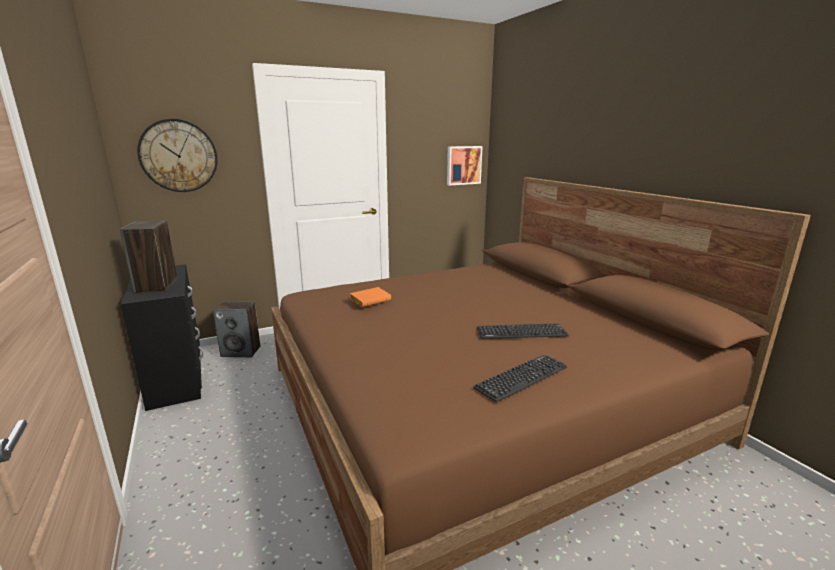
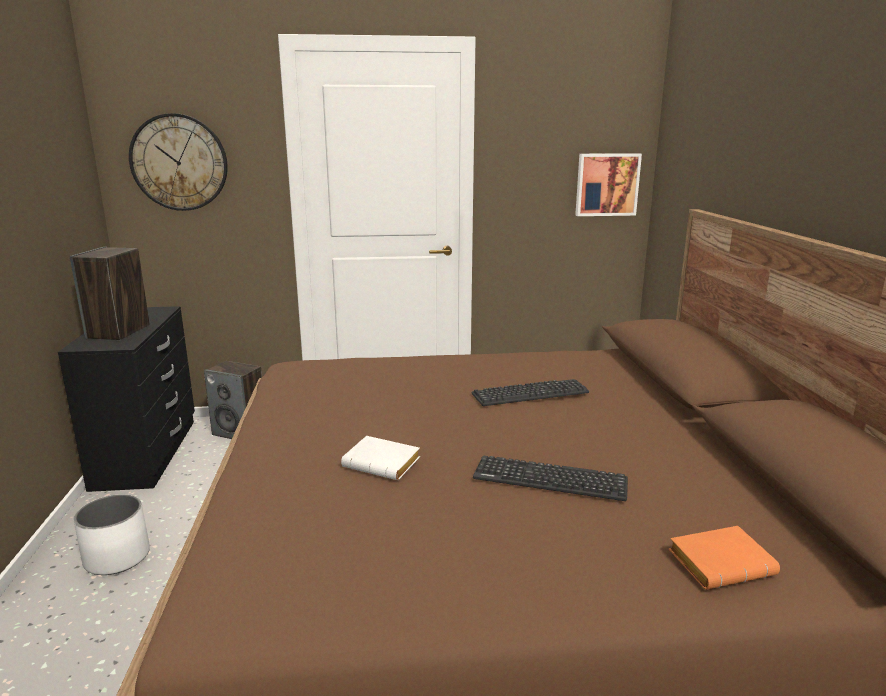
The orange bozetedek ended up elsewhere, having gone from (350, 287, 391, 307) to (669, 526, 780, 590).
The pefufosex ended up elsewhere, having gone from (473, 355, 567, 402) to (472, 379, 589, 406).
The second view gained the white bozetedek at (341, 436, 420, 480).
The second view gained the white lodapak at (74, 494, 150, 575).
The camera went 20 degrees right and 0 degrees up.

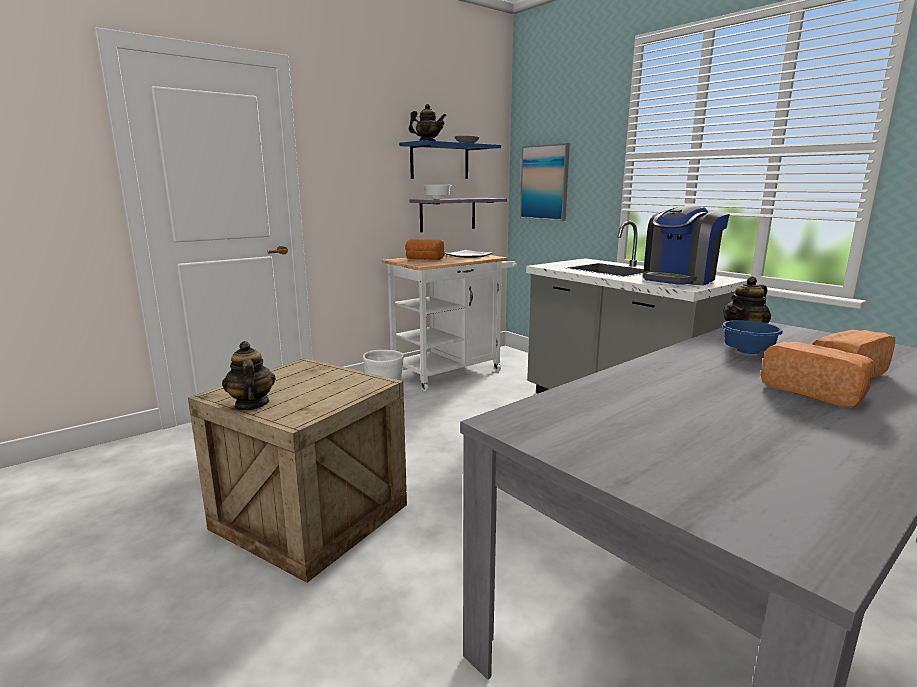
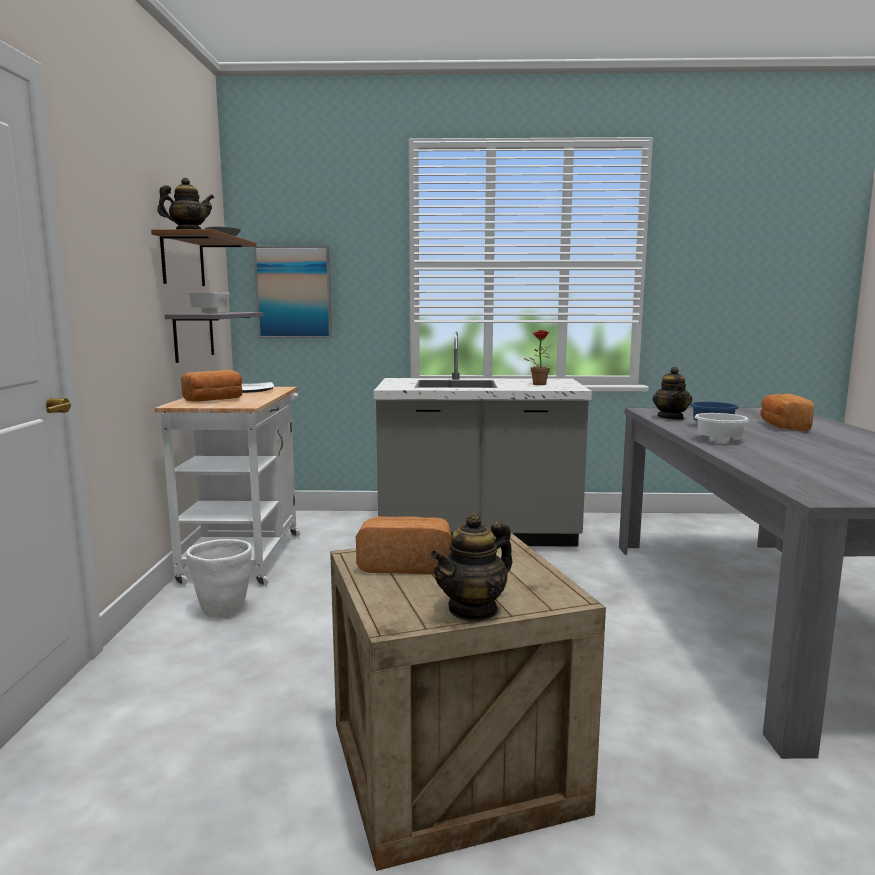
What was the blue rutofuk at (399, 140, 501, 179) turned into the brown rutofuk at (151, 229, 257, 286).
Where the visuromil stood at (643, 205, 730, 285), the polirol came to stand at (524, 330, 552, 385).
The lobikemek at (222, 341, 276, 411) ended up facing another way, 60 degrees counterclockwise from before.
The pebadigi ended up elsewhere, having gone from (761, 342, 876, 407) to (356, 516, 451, 575).
The second view gained the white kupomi at (695, 413, 749, 442).
The camera went 50 degrees left and 5 degrees down.

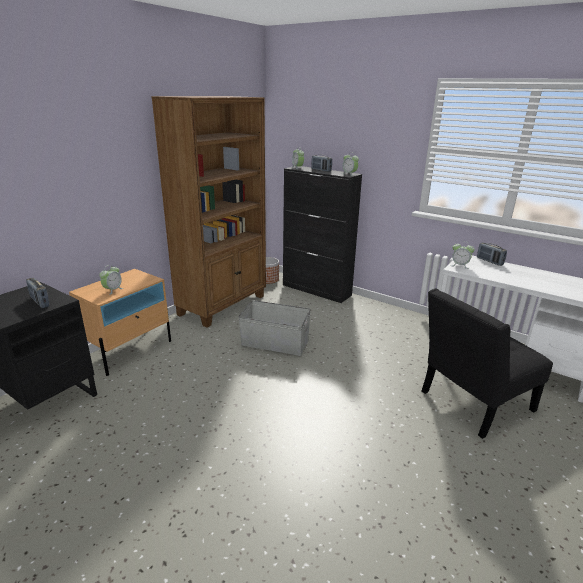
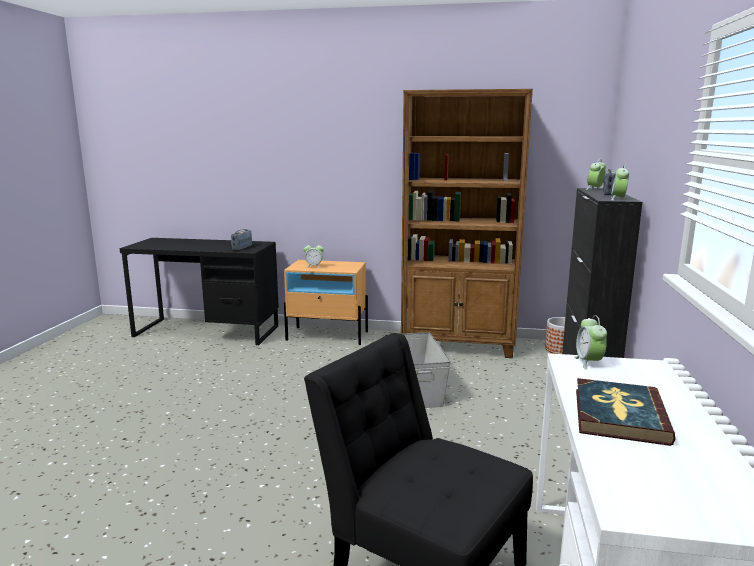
The second view lost the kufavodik at (477, 243, 507, 266).
The second view gained the bozetedek at (576, 378, 675, 446).
The camera went 65 degrees right and 10 degrees down.

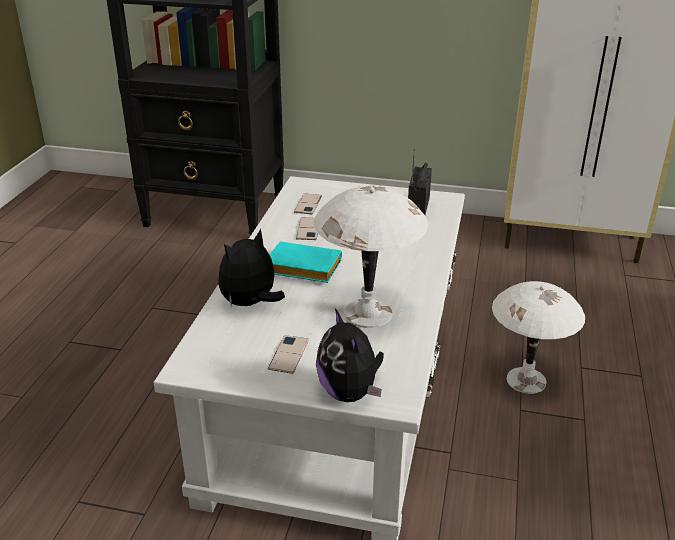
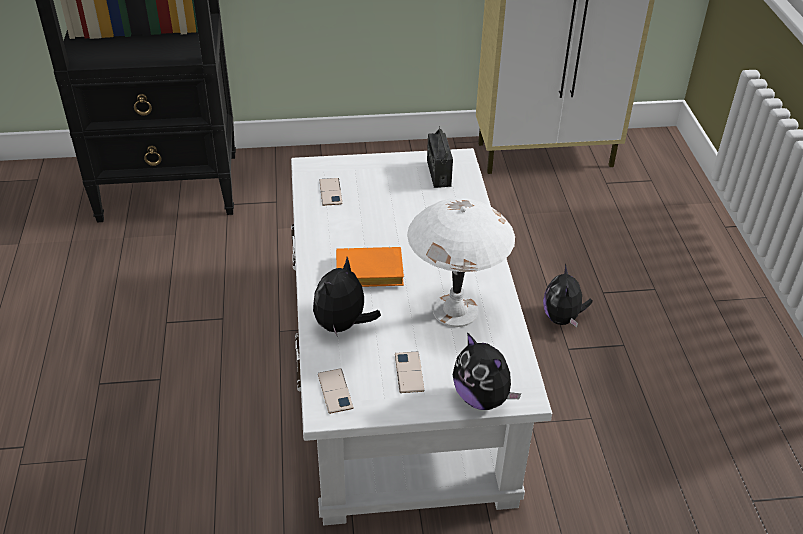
The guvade ended up elsewhere, having gone from (296, 217, 318, 240) to (318, 369, 353, 414).
What was the turquoise bozetedek at (270, 242, 342, 283) turned into the orange bozetedek at (336, 247, 404, 287).
Where the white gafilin stood at (492, 281, 585, 394), the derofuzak came to stand at (543, 264, 593, 327).
The camera went 20 degrees left and 10 degrees up.

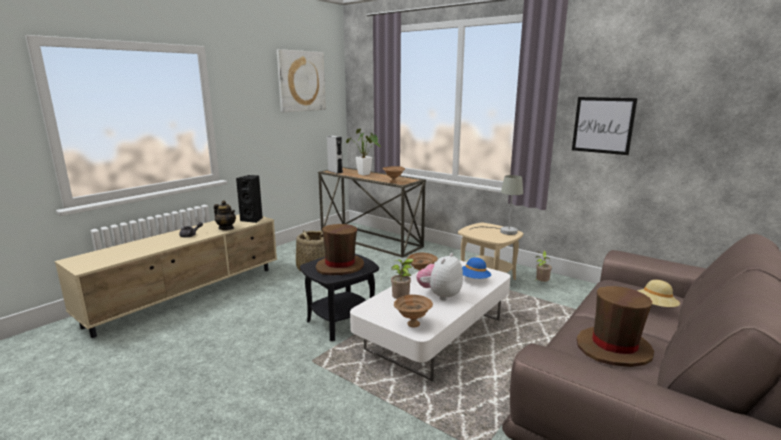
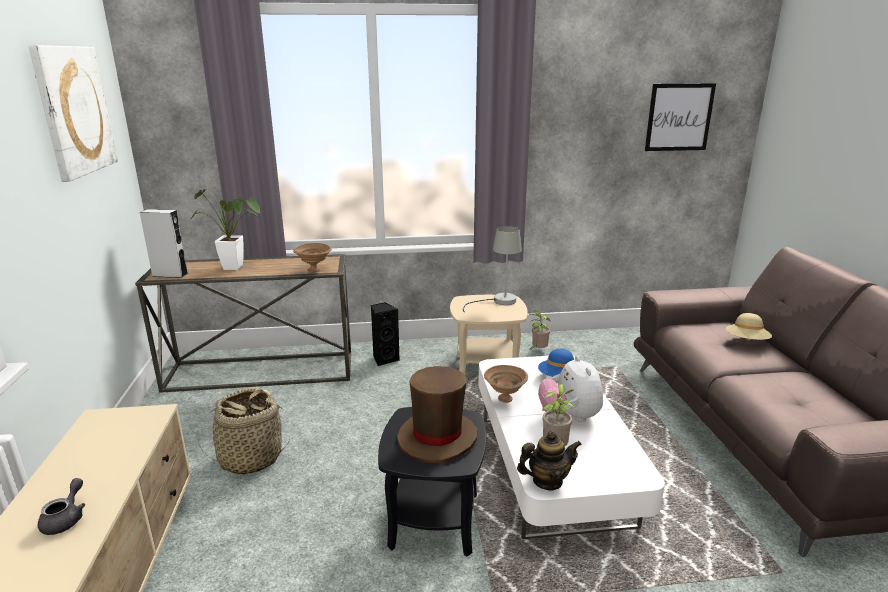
The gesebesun ended up elsewhere, having gone from (572, 97, 638, 155) to (645, 83, 716, 151).
The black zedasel ended up elsewhere, having gone from (236, 175, 263, 223) to (371, 302, 400, 366).
The lobikemek ended up elsewhere, having gone from (214, 201, 236, 230) to (517, 431, 582, 491).
The second view lost the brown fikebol at (577, 286, 654, 367).
The second view lost the brown kupomi at (394, 295, 433, 328).
The camera went 45 degrees left and 5 degrees up.

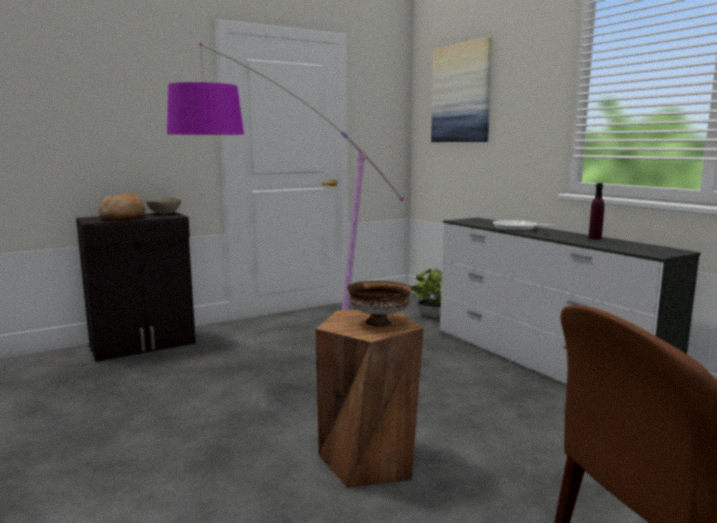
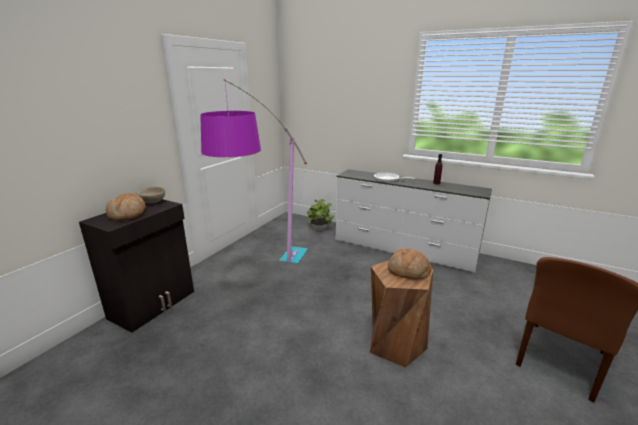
The second view lost the gesebesun at (431, 37, 493, 142).
Where the brown kupomi stood at (347, 281, 412, 327), the pebadigi came to stand at (388, 248, 431, 280).
The camera went 30 degrees left and 10 degrees up.

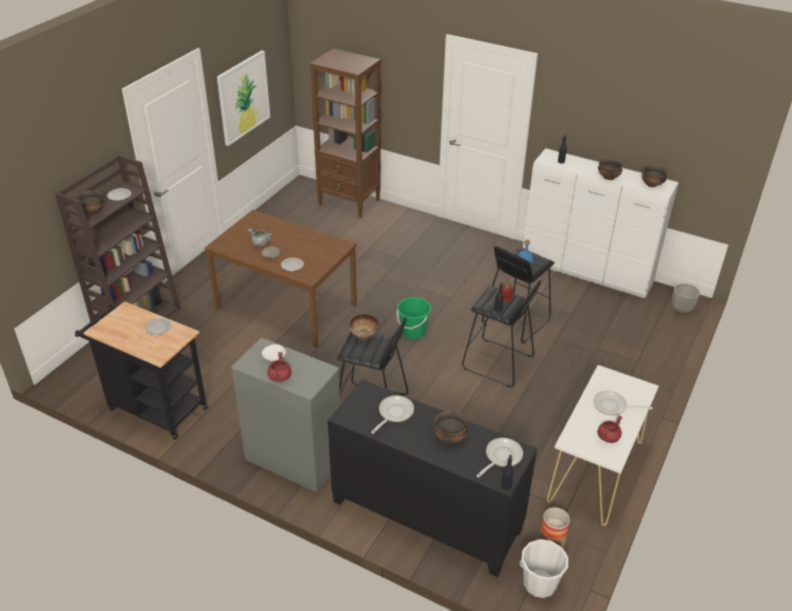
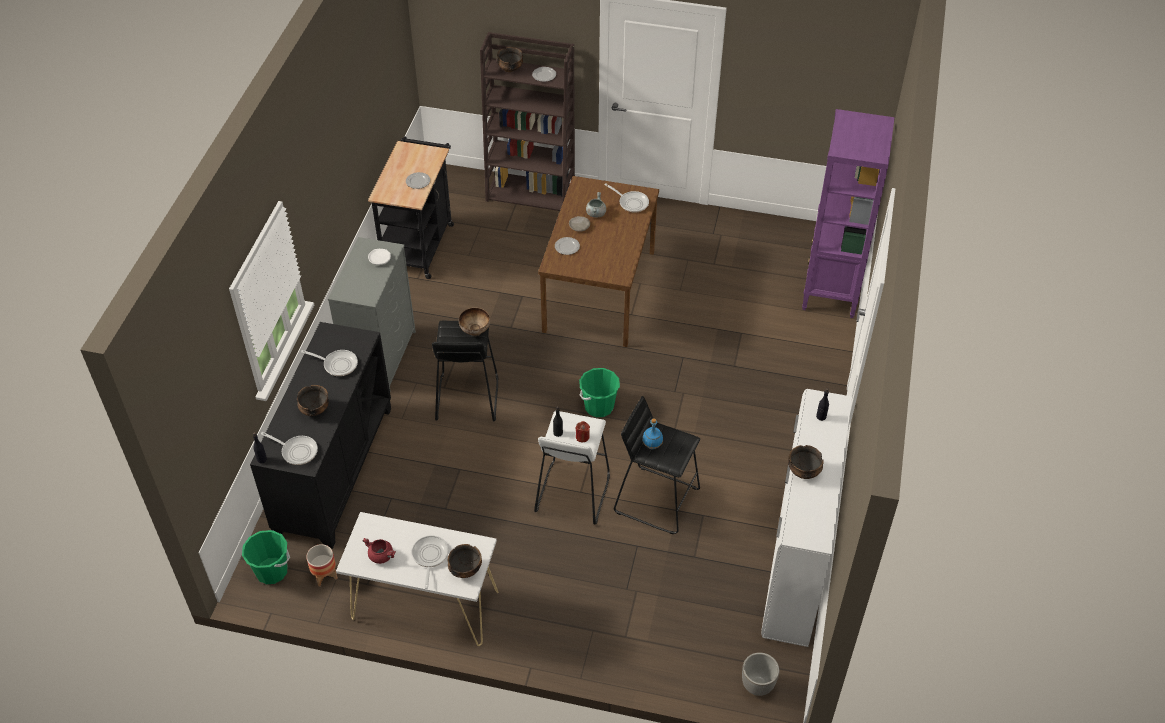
What was the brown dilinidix at (310, 48, 381, 218) turned into the purple dilinidix at (802, 109, 895, 318).
The second view lost the gesebesun at (217, 50, 270, 146).
The kupomi ended up elsewhere, having gone from (642, 165, 668, 187) to (448, 544, 482, 578).
What was the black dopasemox at (462, 280, 541, 387) turned into the white dopasemox at (534, 411, 610, 524).
The second view lost the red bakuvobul at (268, 352, 291, 382).
What was the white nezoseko at (520, 539, 568, 598) turned into the green nezoseko at (242, 530, 290, 584).
The second view gained the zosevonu at (604, 183, 649, 213).
The camera went 75 degrees right and 10 degrees up.

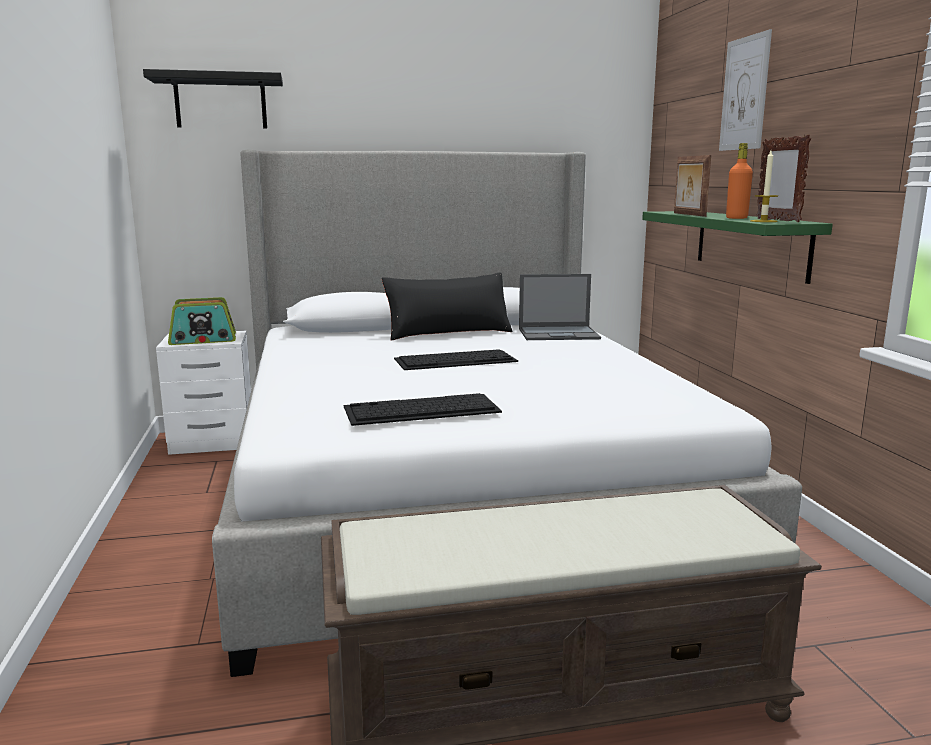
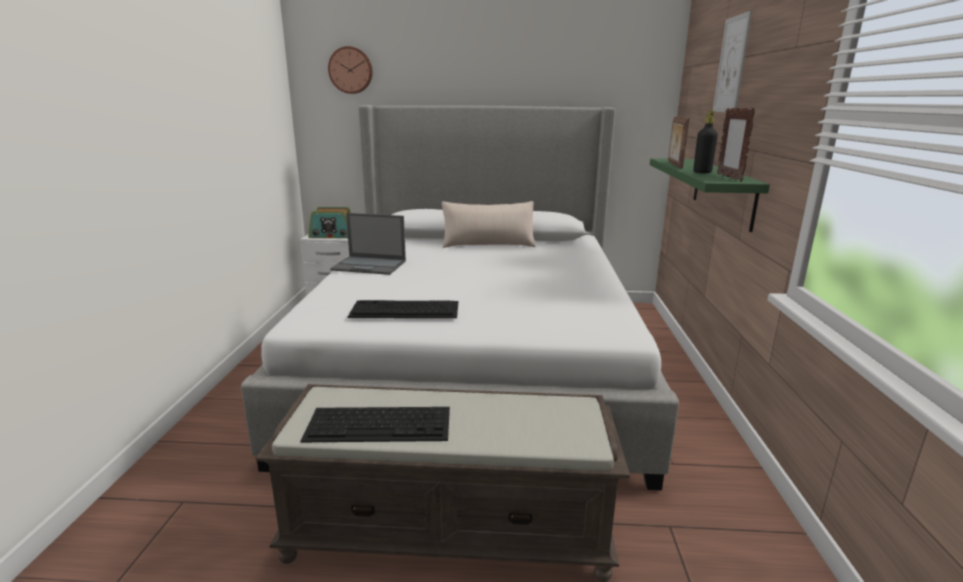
Where the black rutofuk hung at (143, 69, 283, 129), the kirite came to hang at (328, 46, 373, 94).
What was the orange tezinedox at (726, 143, 753, 219) turned into the black tezinedox at (693, 110, 718, 173).
The second view lost the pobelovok at (750, 151, 778, 222).
What was the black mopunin at (382, 272, 513, 340) turned into the beige mopunin at (442, 201, 536, 248).
The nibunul ended up elsewhere, having gone from (519, 274, 601, 340) to (330, 213, 406, 275).
The pefufosex ended up elsewhere, having gone from (394, 349, 518, 370) to (301, 407, 450, 442).
The camera went 15 degrees right and 5 degrees up.

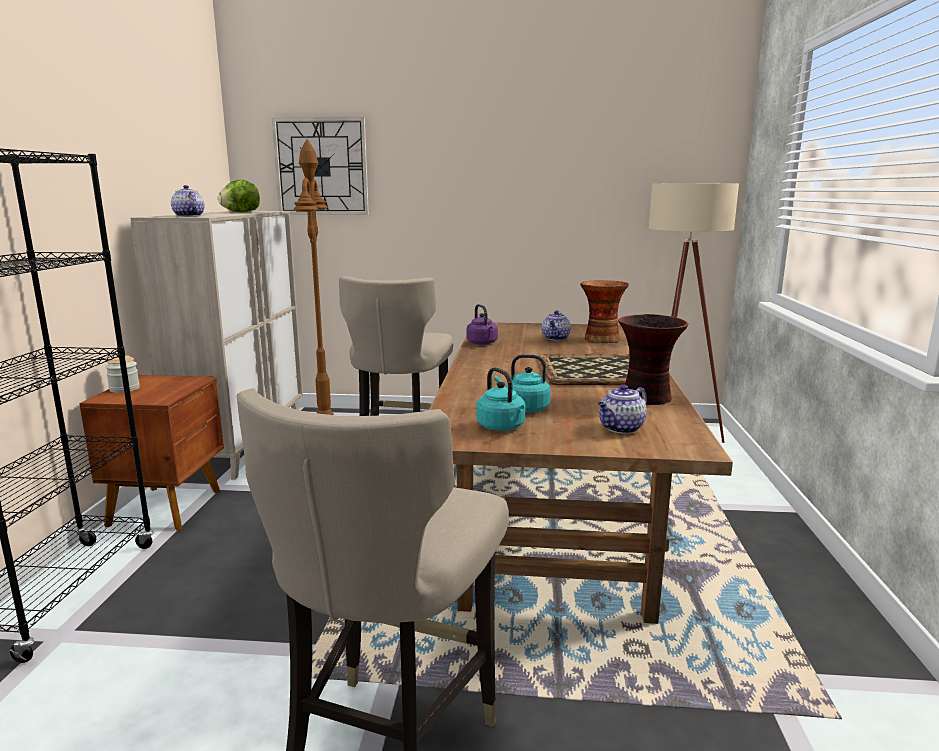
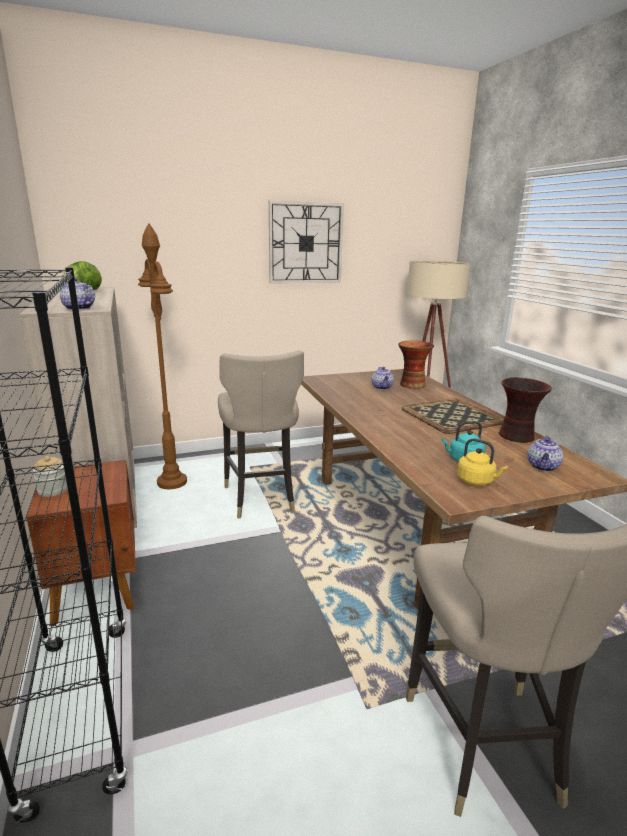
The kirite ended up elsewhere, having gone from (272, 117, 369, 215) to (269, 201, 344, 284).
The second view lost the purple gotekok at (467, 304, 498, 345).
What was the turquoise gotekok at (476, 367, 526, 431) turned into the yellow gotekok at (457, 438, 508, 486).
The camera went 25 degrees left and 5 degrees up.

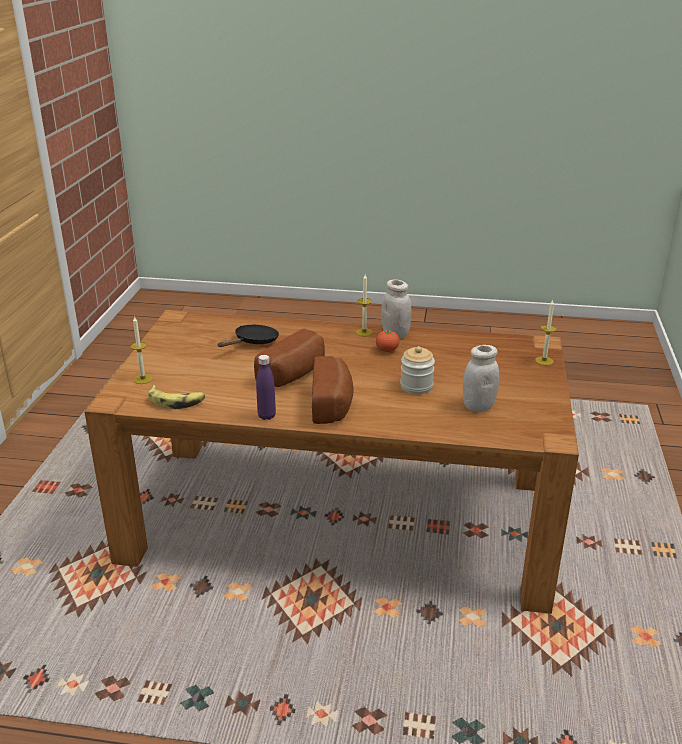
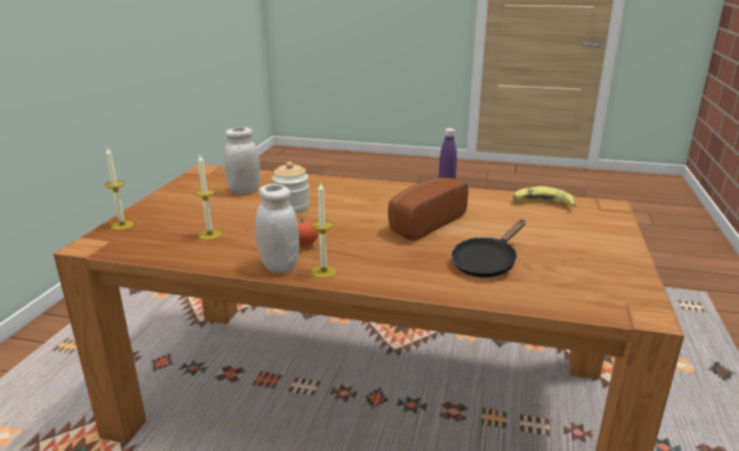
The pobelovok ended up elsewhere, having gone from (130, 317, 152, 384) to (195, 155, 222, 240).
The second view lost the pebadigi at (312, 356, 354, 424).
The camera went 175 degrees left and 5 degrees down.

